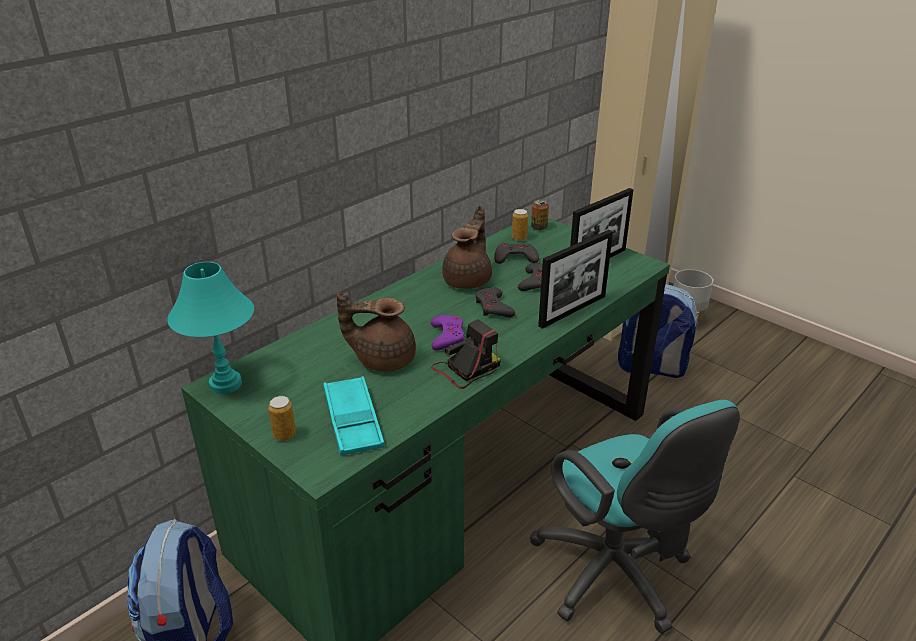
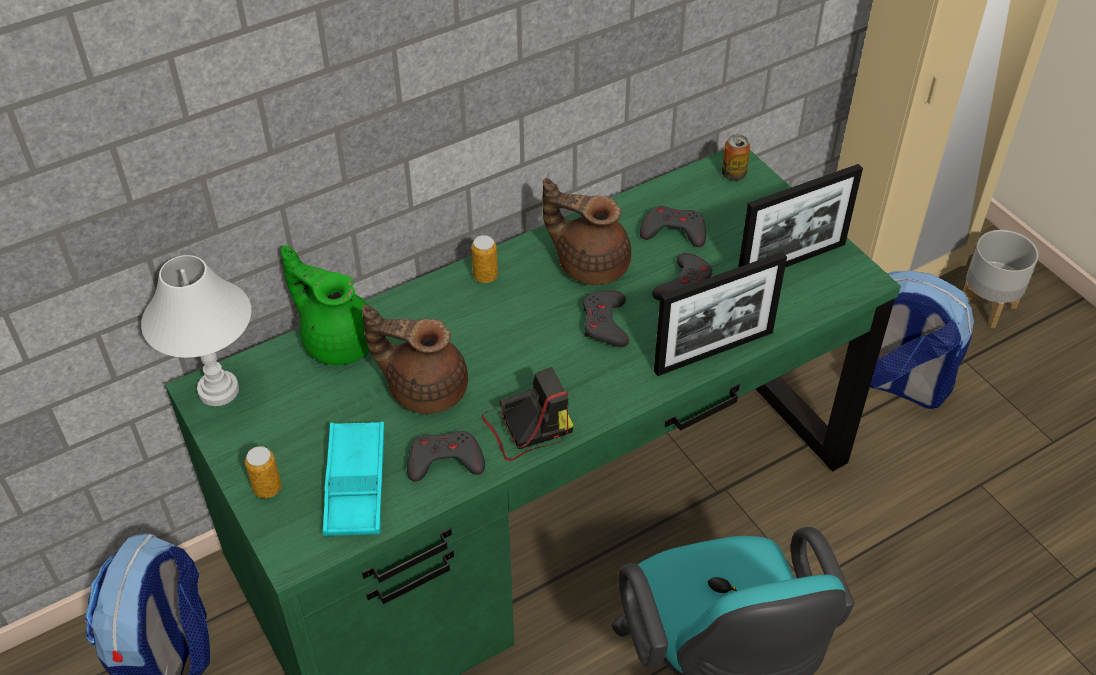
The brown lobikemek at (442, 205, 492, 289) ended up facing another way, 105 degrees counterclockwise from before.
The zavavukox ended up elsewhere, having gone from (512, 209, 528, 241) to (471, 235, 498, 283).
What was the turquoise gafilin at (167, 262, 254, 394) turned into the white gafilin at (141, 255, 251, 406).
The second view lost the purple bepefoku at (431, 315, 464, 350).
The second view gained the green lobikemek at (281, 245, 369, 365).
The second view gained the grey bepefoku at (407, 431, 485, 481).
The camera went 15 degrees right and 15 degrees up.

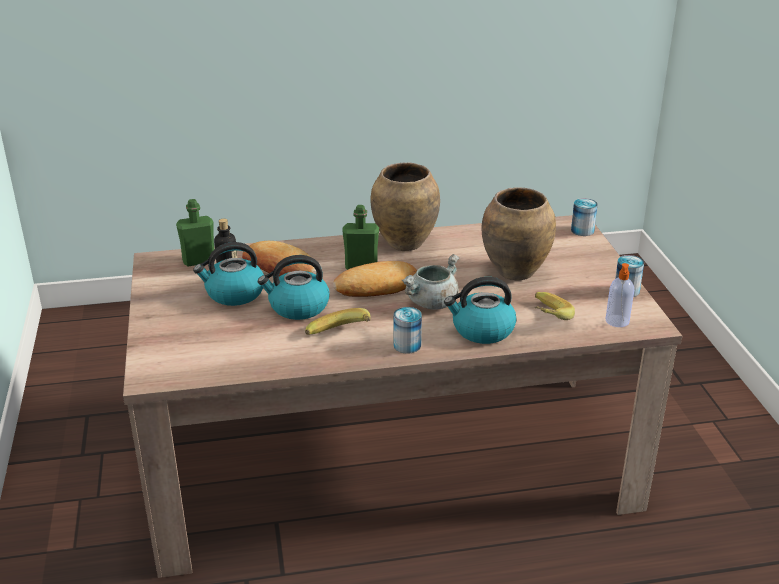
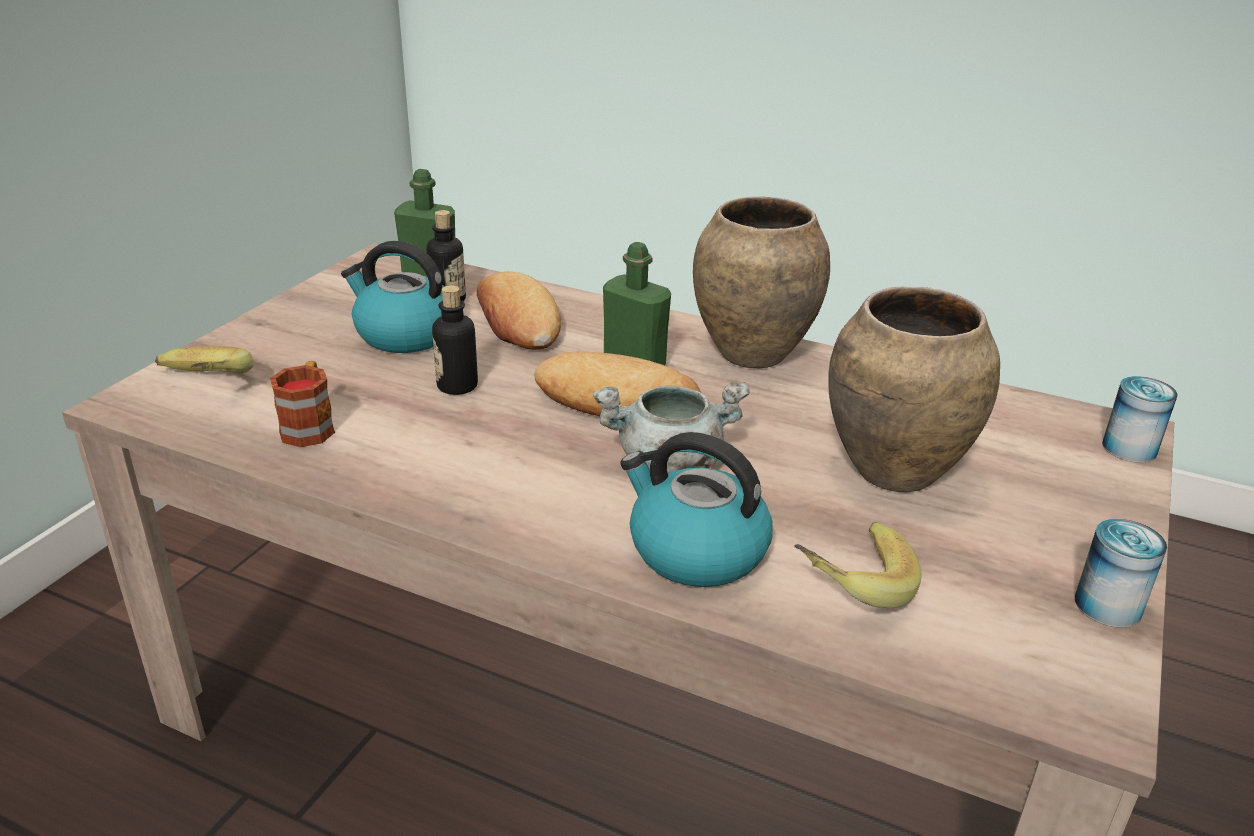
Where the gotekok stood at (258, 255, 329, 320), the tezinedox came to stand at (432, 285, 478, 395).
The second view lost the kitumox at (606, 263, 634, 327).
The second view lost the zavavukox at (393, 307, 422, 354).
The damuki ended up elsewhere, having gone from (305, 308, 371, 335) to (155, 346, 254, 374).
The second view gained the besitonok at (270, 361, 335, 447).
The camera went 35 degrees right and 0 degrees up.

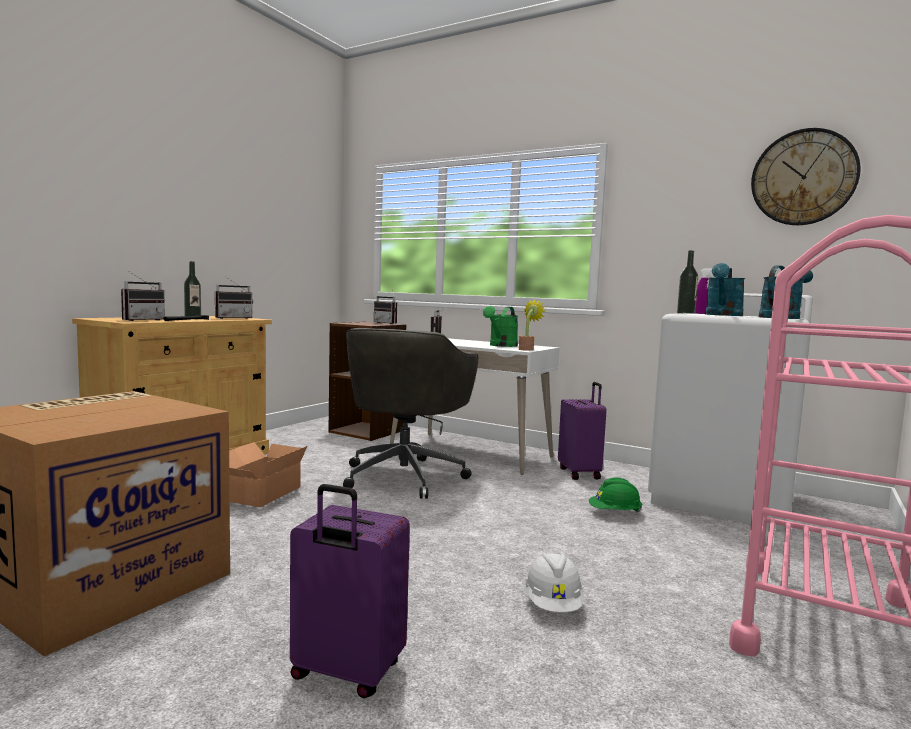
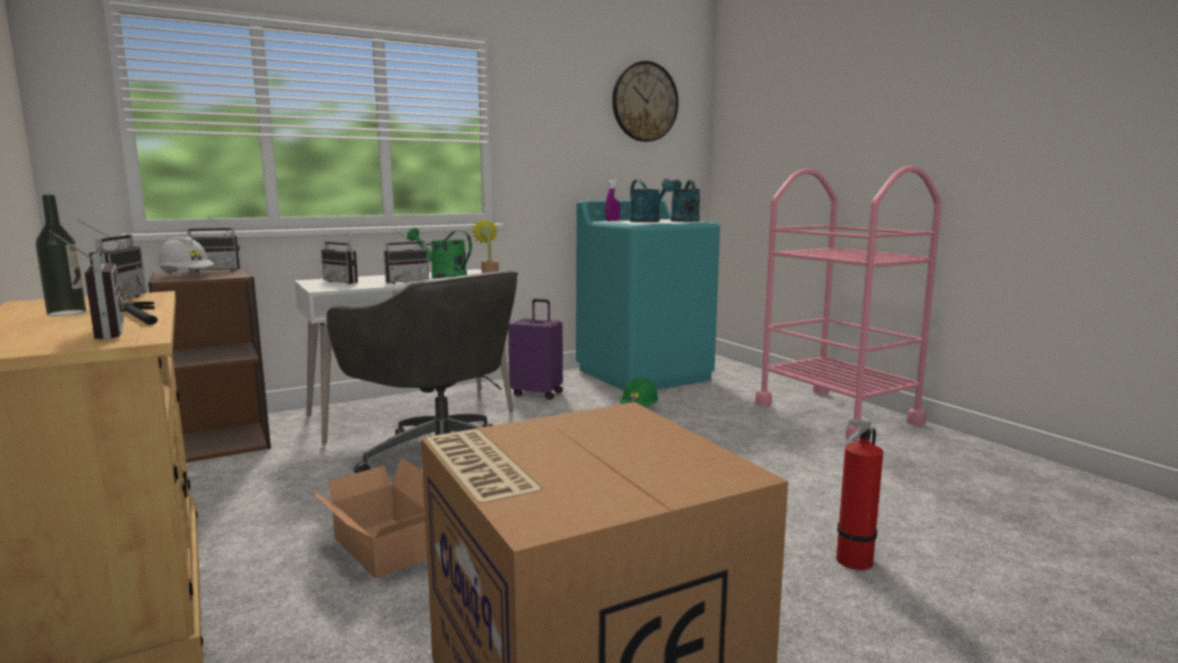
The second view lost the tezinedox at (677, 250, 698, 314).
What was the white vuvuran at (648, 293, 813, 530) turned into the turquoise vuvuran at (576, 200, 720, 391).
The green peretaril at (483, 306, 518, 347) ended up facing another way, 150 degrees clockwise from before.
Where the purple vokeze stood at (290, 484, 410, 698), the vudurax came to stand at (836, 420, 883, 570).
The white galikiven ended up elsewhere, having gone from (524, 553, 584, 612) to (156, 236, 214, 275).
The second view gained the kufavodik at (384, 231, 430, 284).
The camera went 60 degrees left and 5 degrees up.

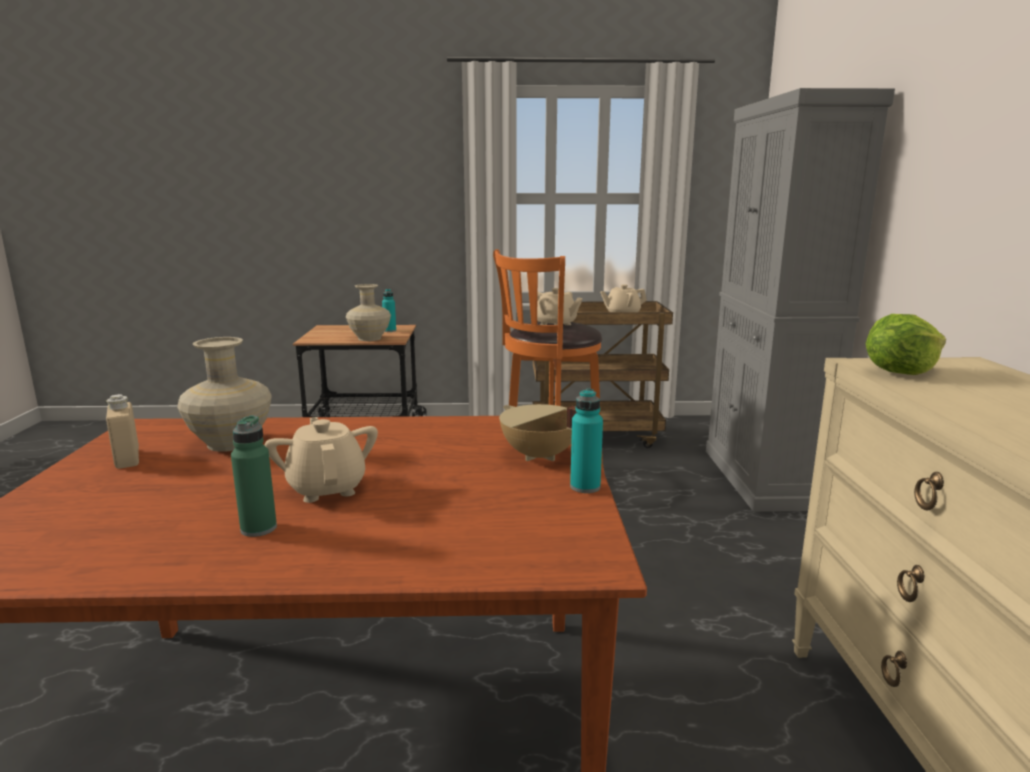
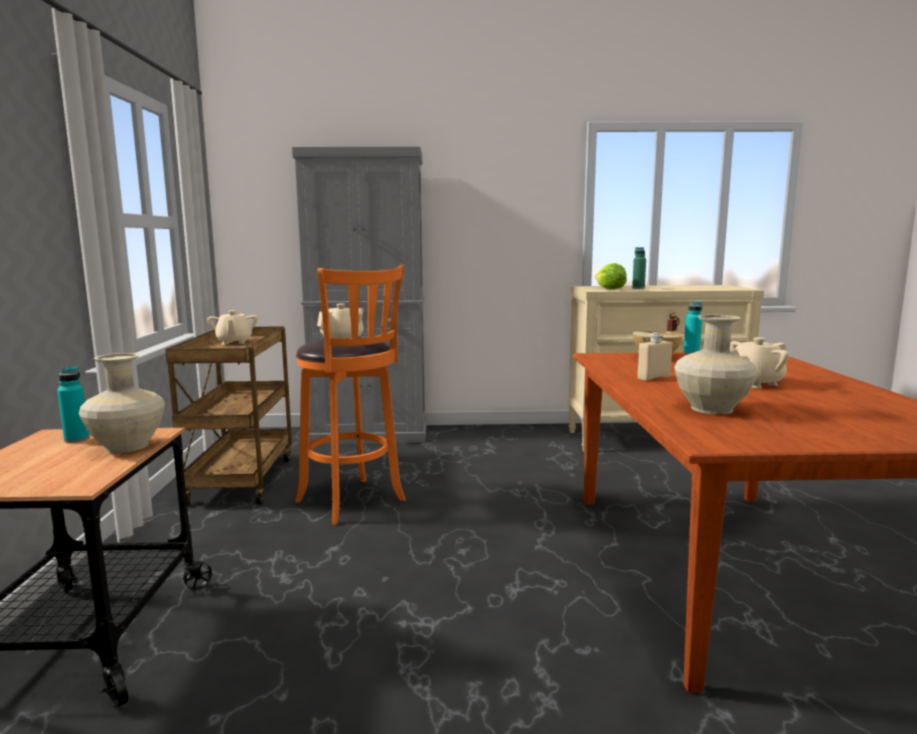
The beige tezinedox ended up elsewhere, having gone from (105, 394, 139, 469) to (637, 333, 673, 381).
The green tezinedox ended up elsewhere, having gone from (231, 415, 277, 537) to (632, 247, 646, 289).
The camera went 90 degrees left and 5 degrees down.

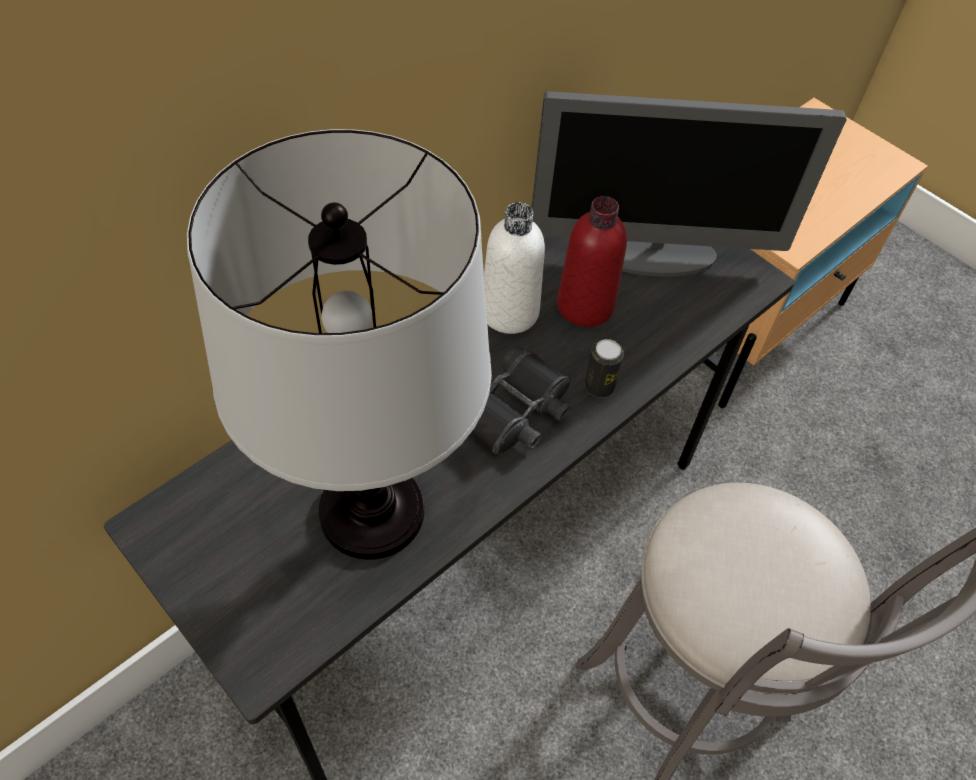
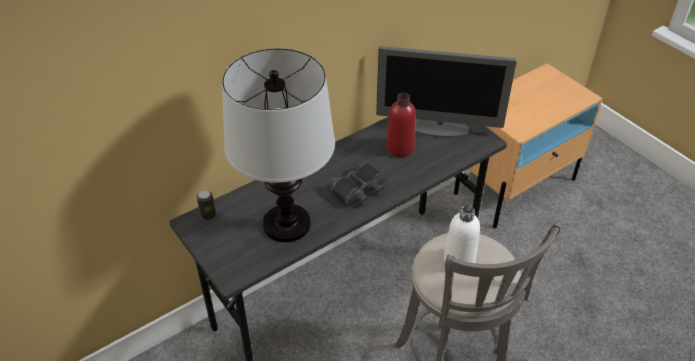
The white tezinedox ended up elsewhere, having gone from (484, 202, 545, 334) to (444, 205, 480, 263).
The zavavukox ended up elsewhere, having gone from (584, 339, 624, 398) to (197, 190, 216, 220).
The camera went 10 degrees right and 10 degrees down.

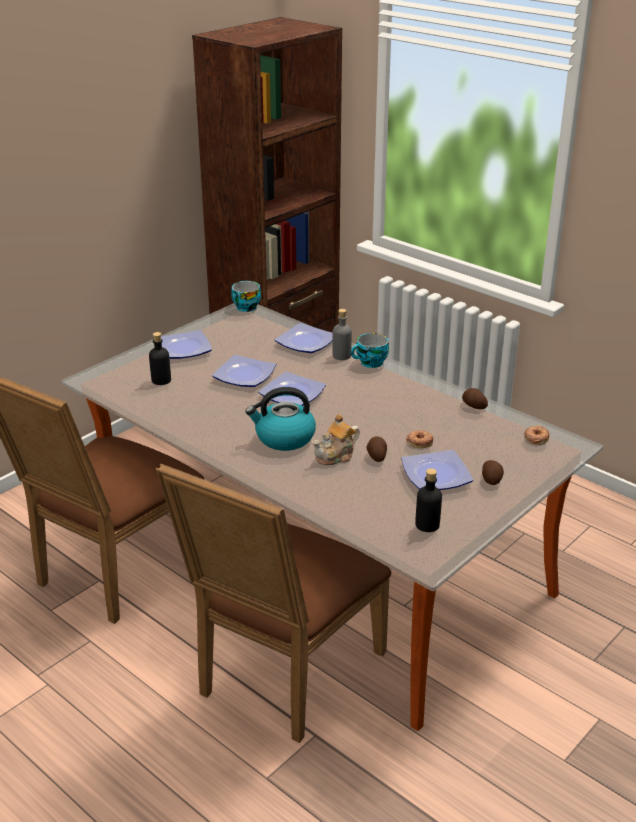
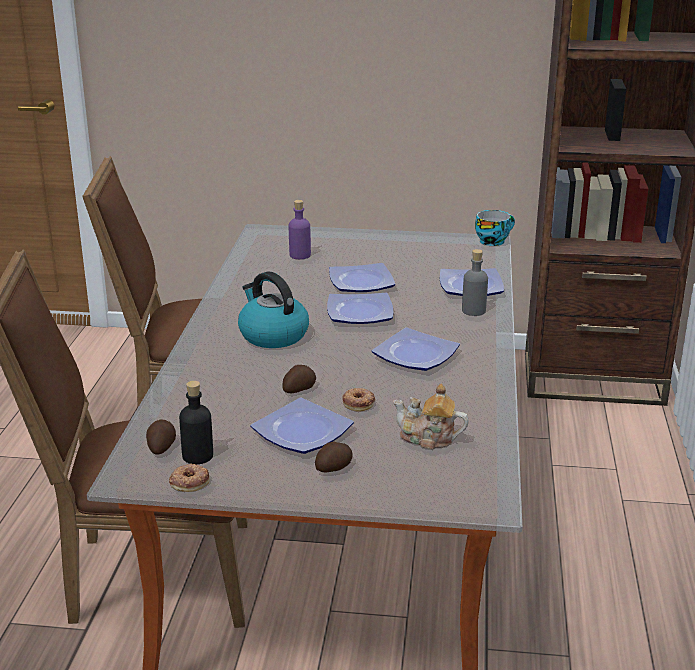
The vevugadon ended up elsewhere, having gone from (161, 330, 212, 359) to (372, 327, 460, 371).
What was the black tezinedox at (149, 332, 171, 385) turned into the purple tezinedox at (289, 200, 311, 259).
The second view lost the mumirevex at (351, 333, 389, 368).
The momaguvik ended up elsewhere, having gone from (462, 388, 488, 409) to (146, 420, 176, 455).
The lobikemek ended up elsewhere, having gone from (312, 414, 360, 465) to (393, 384, 469, 450).
The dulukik ended up elsewhere, having gone from (524, 426, 550, 445) to (169, 463, 210, 492).
The camera went 55 degrees right and 5 degrees down.

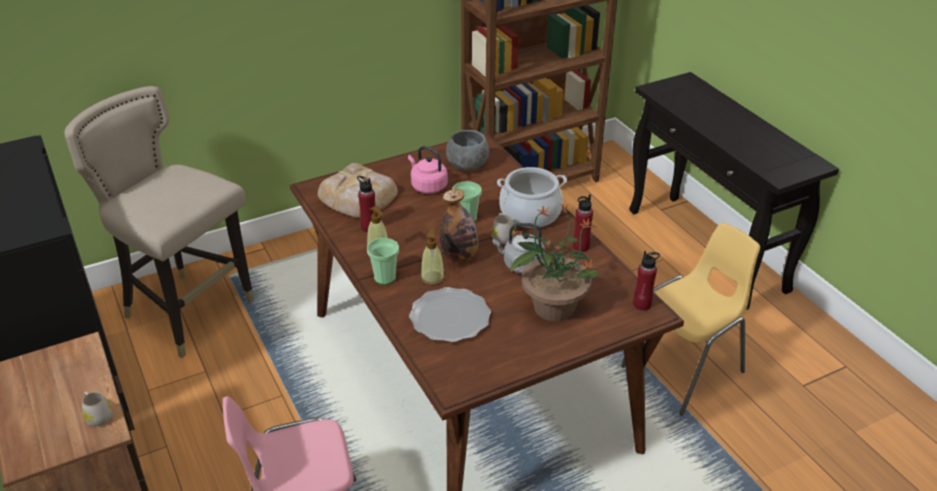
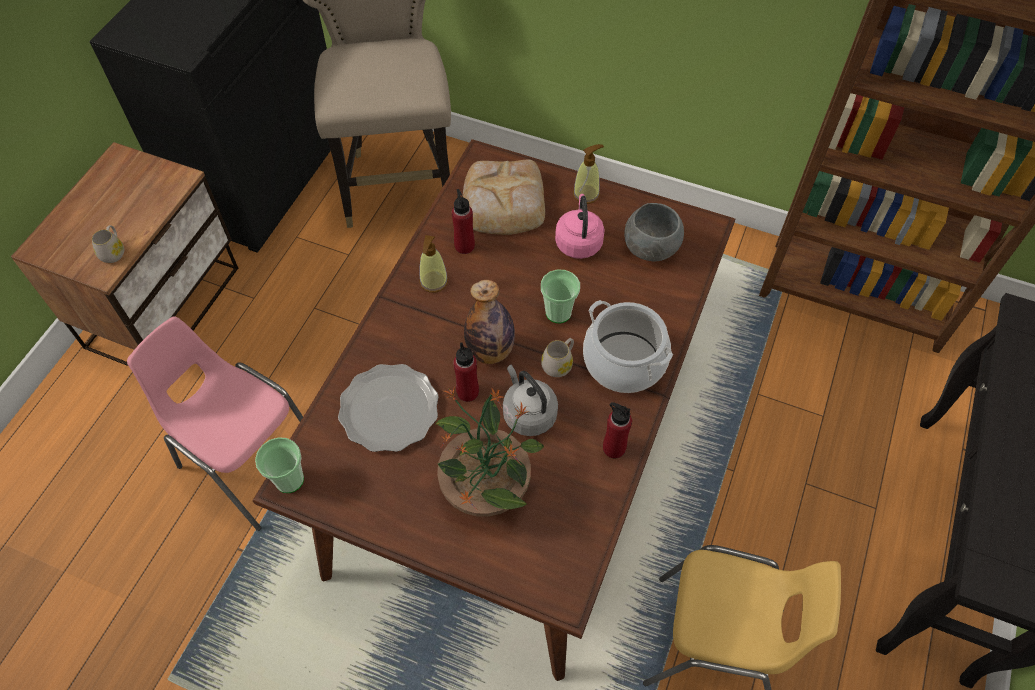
The kitumox ended up elsewhere, having gone from (421, 227, 445, 286) to (573, 144, 604, 204).
The mumirevex ended up elsewhere, having gone from (367, 238, 399, 285) to (255, 437, 304, 493).
The red tezinedox ended up elsewhere, having gone from (633, 251, 660, 311) to (453, 342, 479, 402).
The camera went 50 degrees right and 20 degrees up.

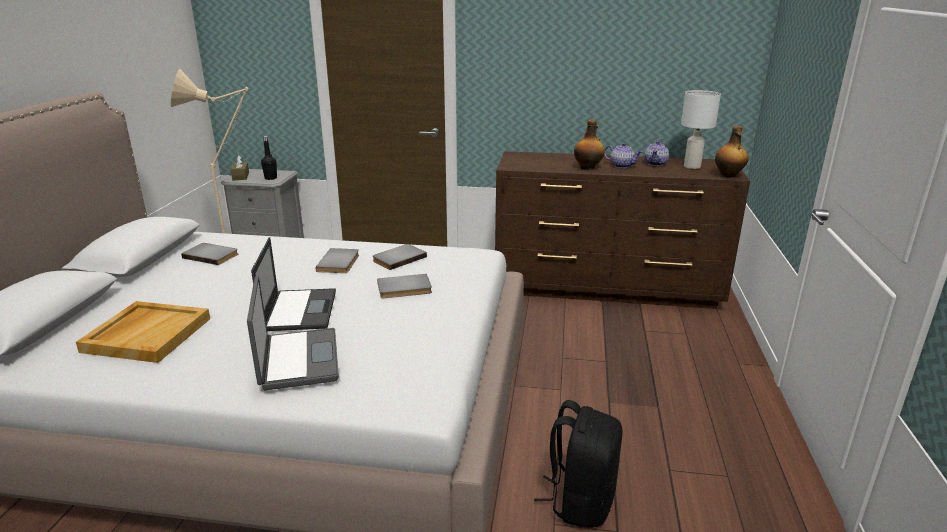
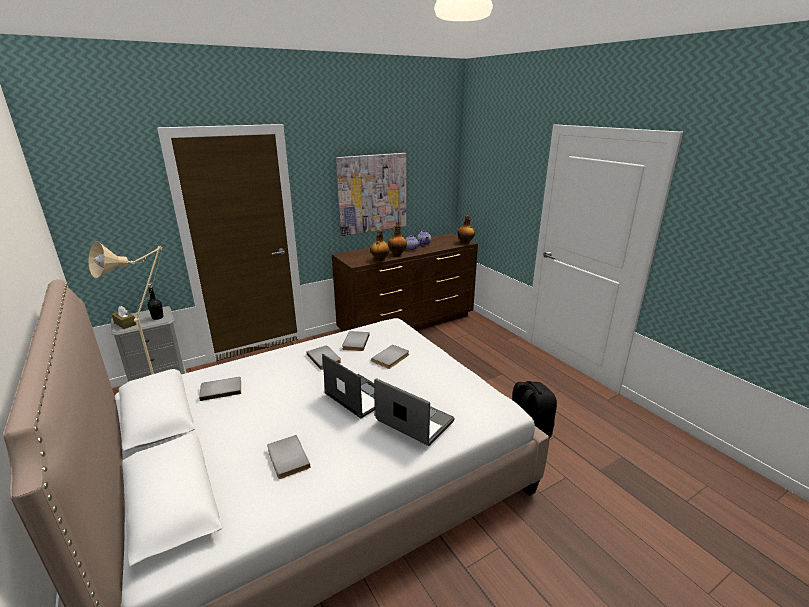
The second view lost the white gafilin at (681, 90, 721, 169).
Where the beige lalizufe stood at (76, 301, 210, 363), the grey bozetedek came to stand at (267, 435, 311, 479).
The second view gained the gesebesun at (336, 153, 406, 236).
The second view gained the tezinedox at (370, 230, 390, 261).
The camera went 40 degrees left and 0 degrees up.

